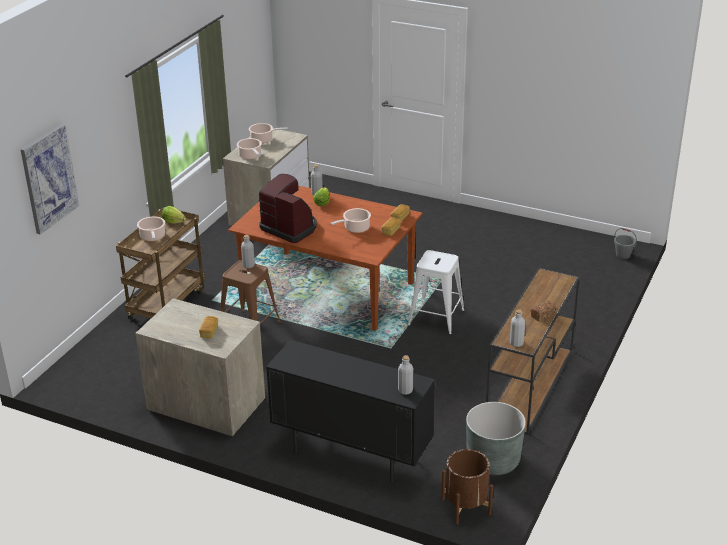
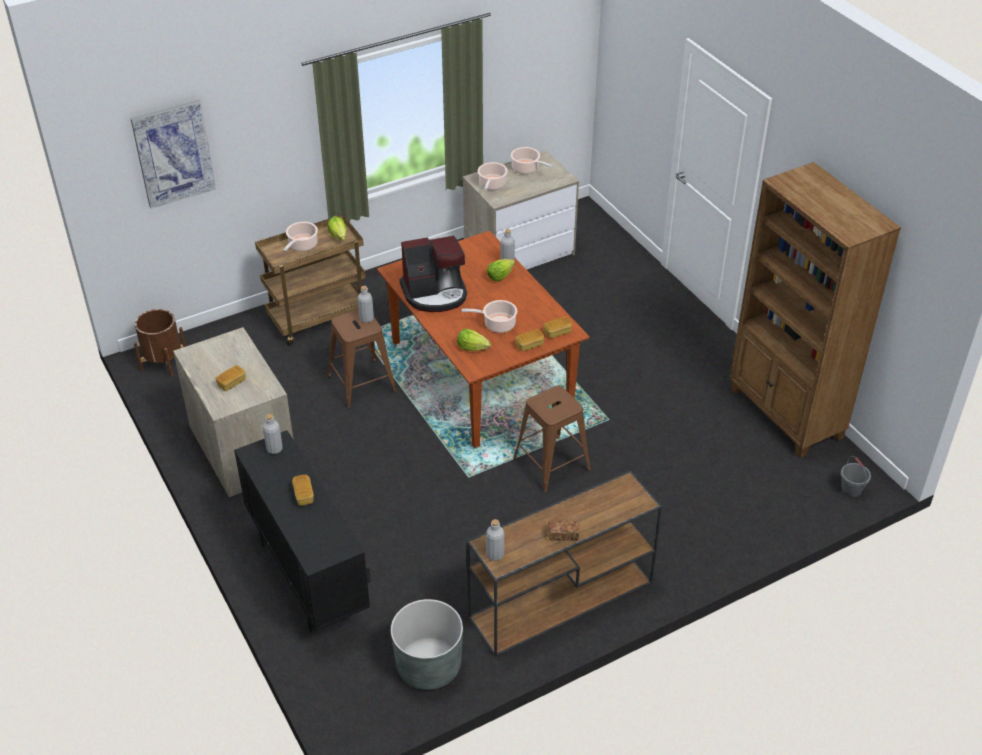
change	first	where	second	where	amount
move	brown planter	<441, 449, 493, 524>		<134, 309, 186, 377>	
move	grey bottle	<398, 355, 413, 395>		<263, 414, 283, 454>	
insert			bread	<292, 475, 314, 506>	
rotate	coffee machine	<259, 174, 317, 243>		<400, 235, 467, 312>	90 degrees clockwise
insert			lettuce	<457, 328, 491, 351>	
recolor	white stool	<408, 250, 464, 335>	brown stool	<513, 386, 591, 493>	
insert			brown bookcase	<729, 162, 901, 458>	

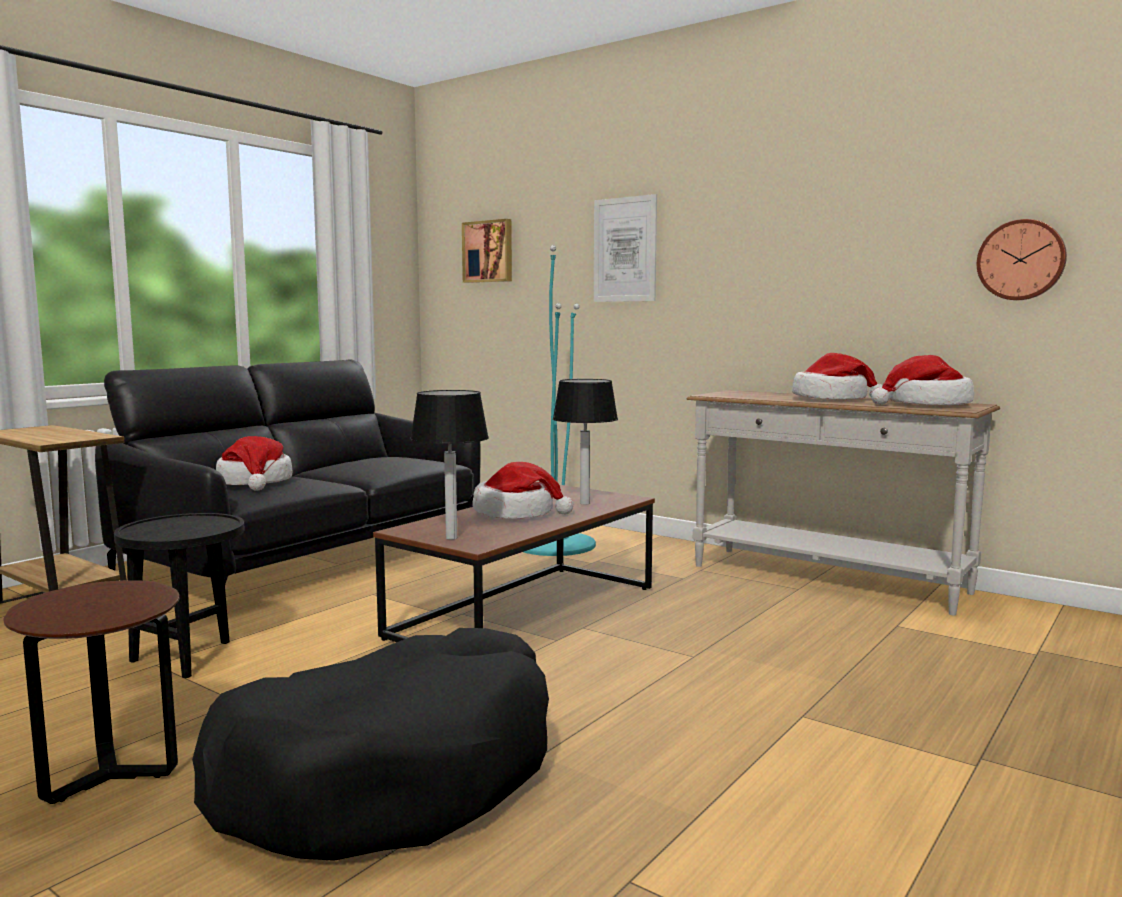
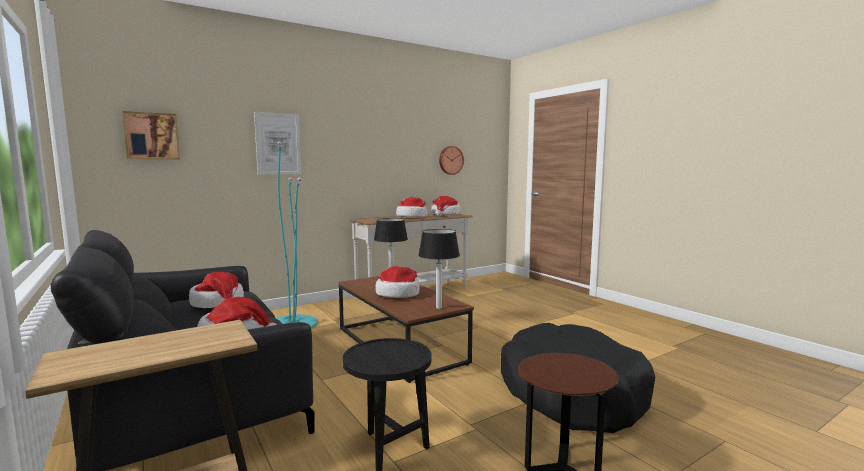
change	first	where	second	where	amount
insert			hat	<189, 272, 244, 308>	

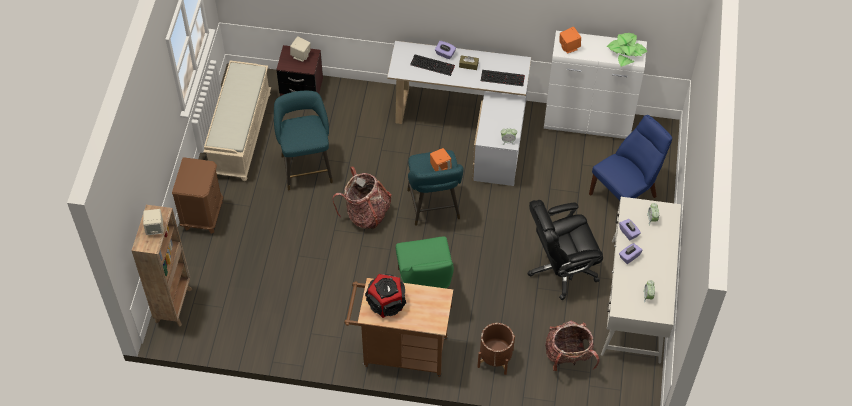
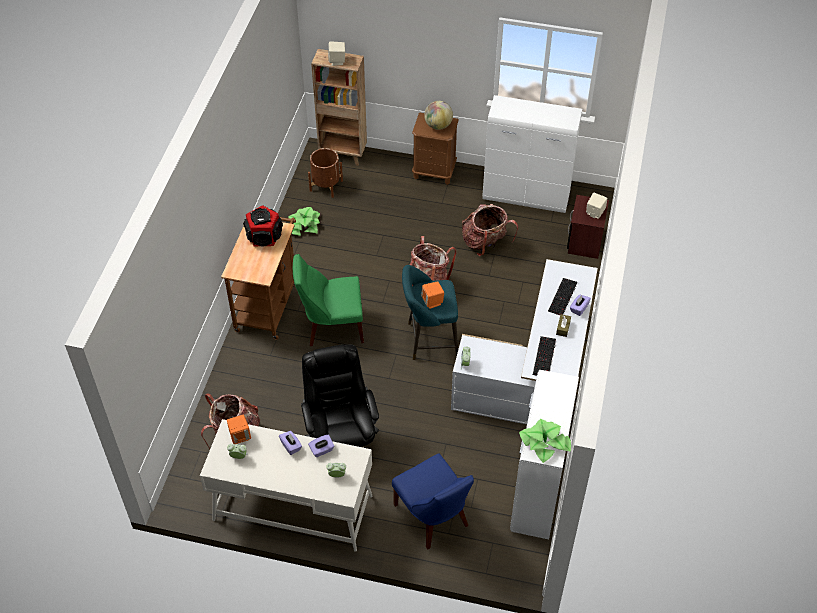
change	first	where	second	where	amount
move	orange speaker	<560, 27, 581, 53>		<227, 415, 251, 444>	
insert			potted plant	<289, 207, 320, 236>	
move	brown planter	<477, 323, 515, 375>		<308, 148, 343, 198>	
insert			globe	<424, 101, 453, 130>	
replace	turquoise stool	<274, 91, 333, 191>	backpack	<462, 204, 518, 256>	
replace	beige bench	<204, 60, 271, 181>	white cabinet	<482, 95, 582, 213>	

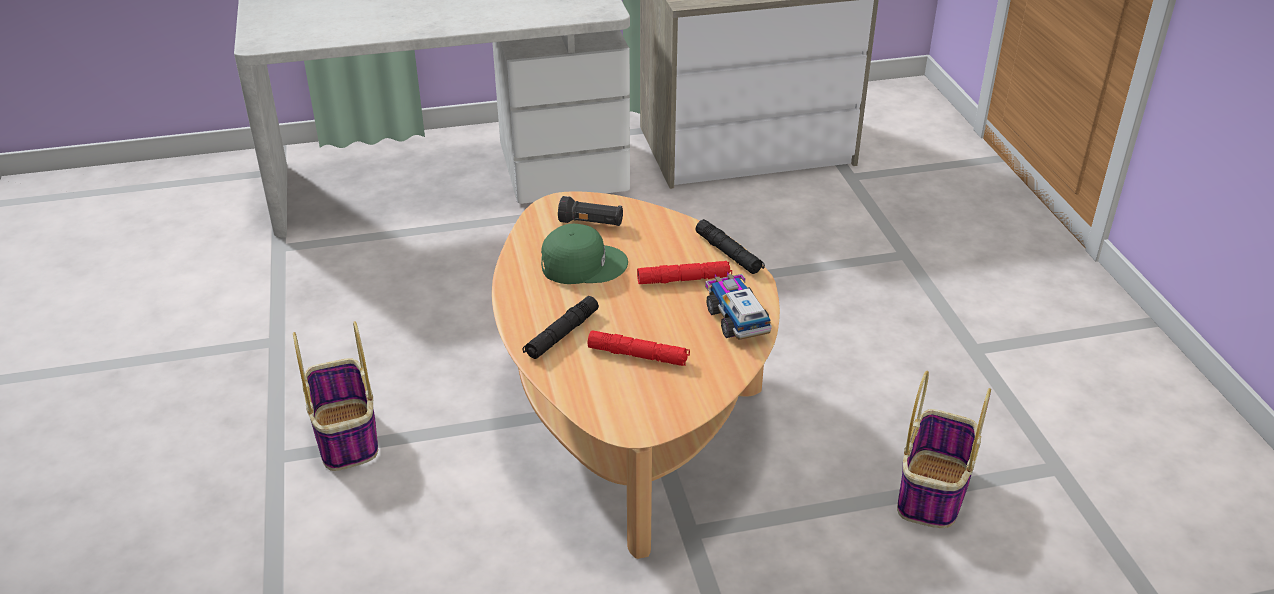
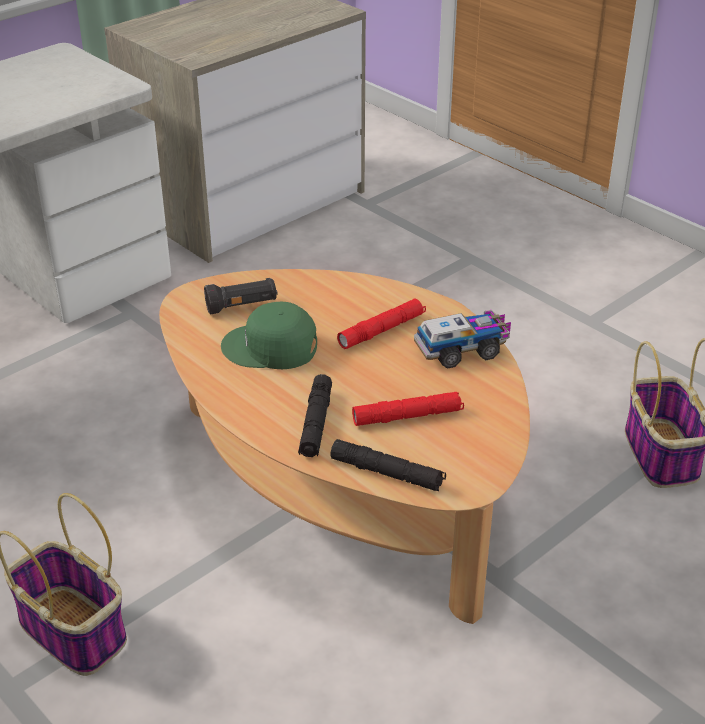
change	first	where	second	where	amount
rotate	green cap	<541, 224, 628, 284>		<221, 302, 317, 369>	135 degrees counterclockwise
move	black flashlight	<696, 219, 765, 274>		<331, 439, 446, 491>	
rotate	toy truck	<705, 271, 772, 340>		<414, 310, 511, 369>	120 degrees clockwise

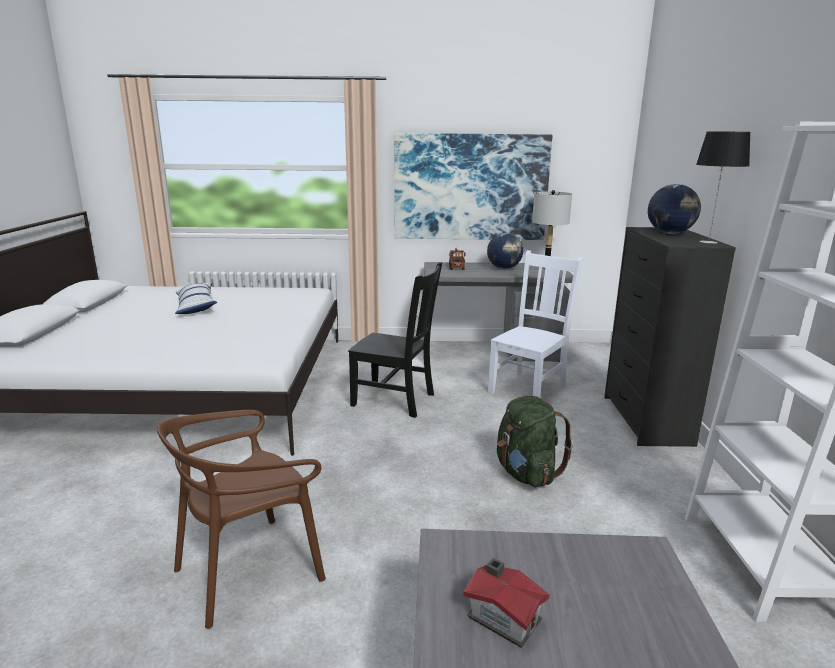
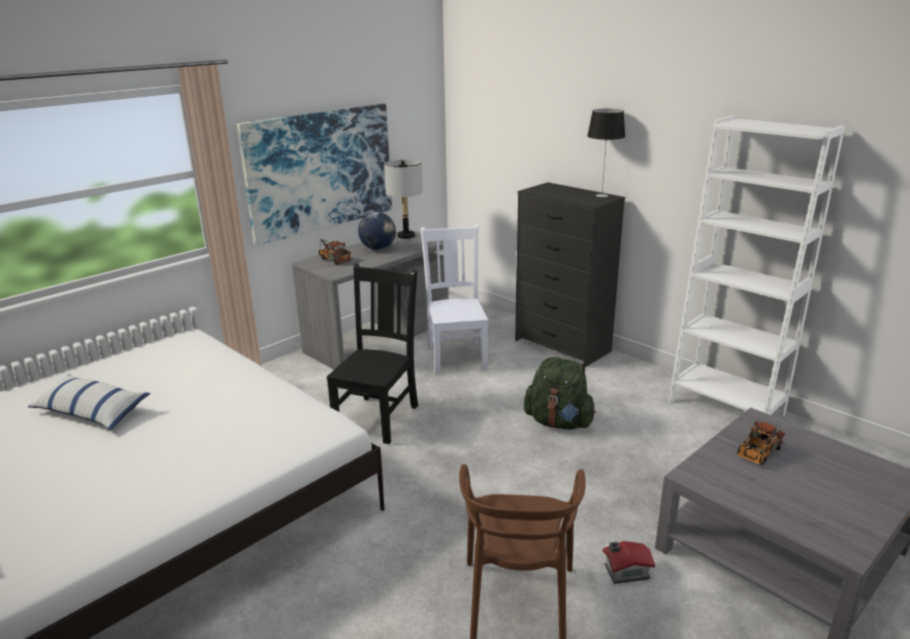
change	first	where	second	where	amount
rotate	black chair	<348, 262, 442, 418>		<327, 264, 418, 444>	45 degrees counterclockwise
move	toy house	<463, 558, 550, 648>		<603, 541, 655, 584>	
insert			toy truck	<737, 421, 785, 465>	
delete	globe	<648, 184, 701, 234>			

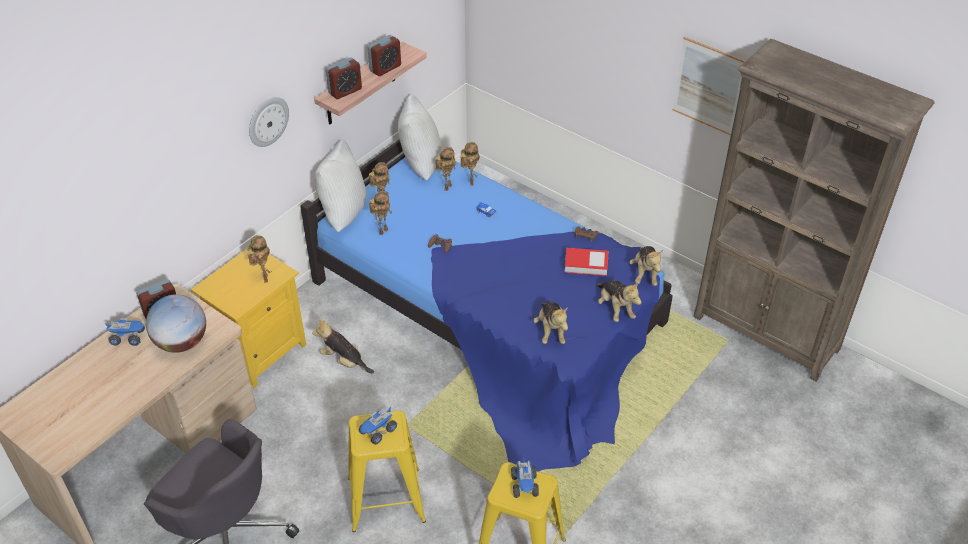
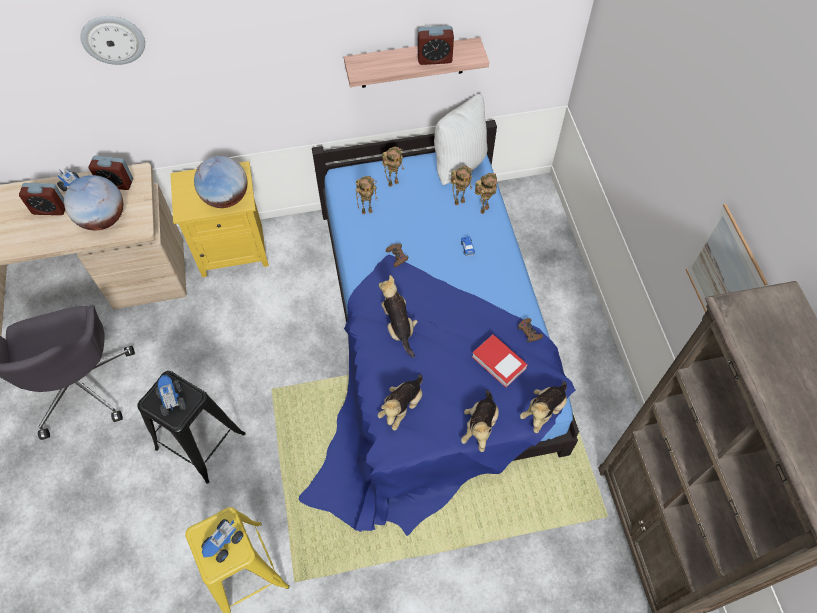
change	first	where	second	where	amount
move	alarm clock	<326, 57, 362, 99>		<19, 183, 65, 215>	
move	wall clock	<249, 97, 289, 147>		<80, 16, 145, 65>	
recolor	yellow stool	<348, 410, 426, 532>	black stool	<137, 371, 246, 484>	
rotate	toy truck	<359, 407, 397, 445>		<155, 375, 186, 416>	75 degrees clockwise
replace	toy robot	<247, 235, 272, 283>	globe	<194, 156, 247, 208>	
move	plush toy	<312, 318, 374, 374>		<379, 275, 418, 358>	
delete	white pillow	<315, 139, 366, 232>			

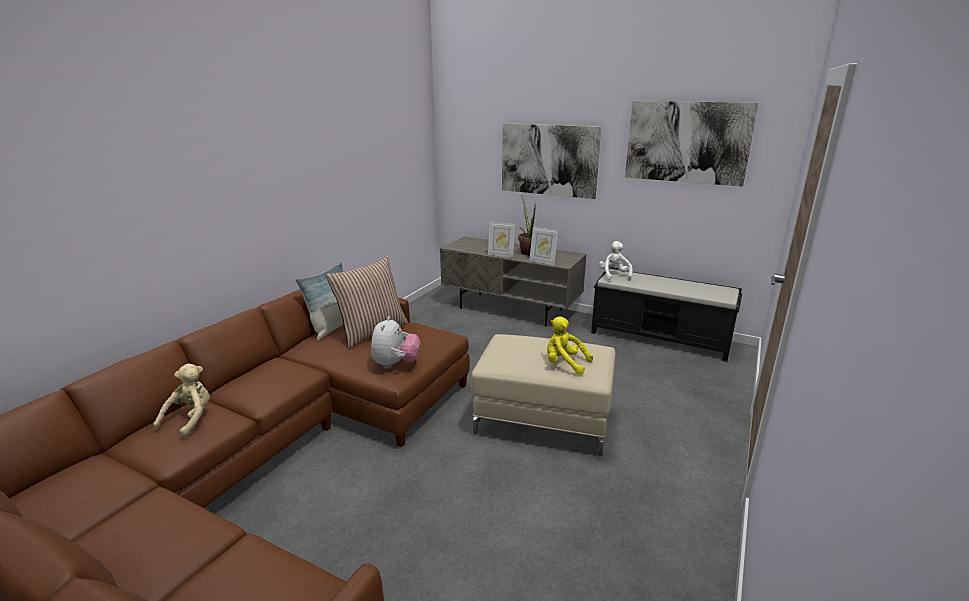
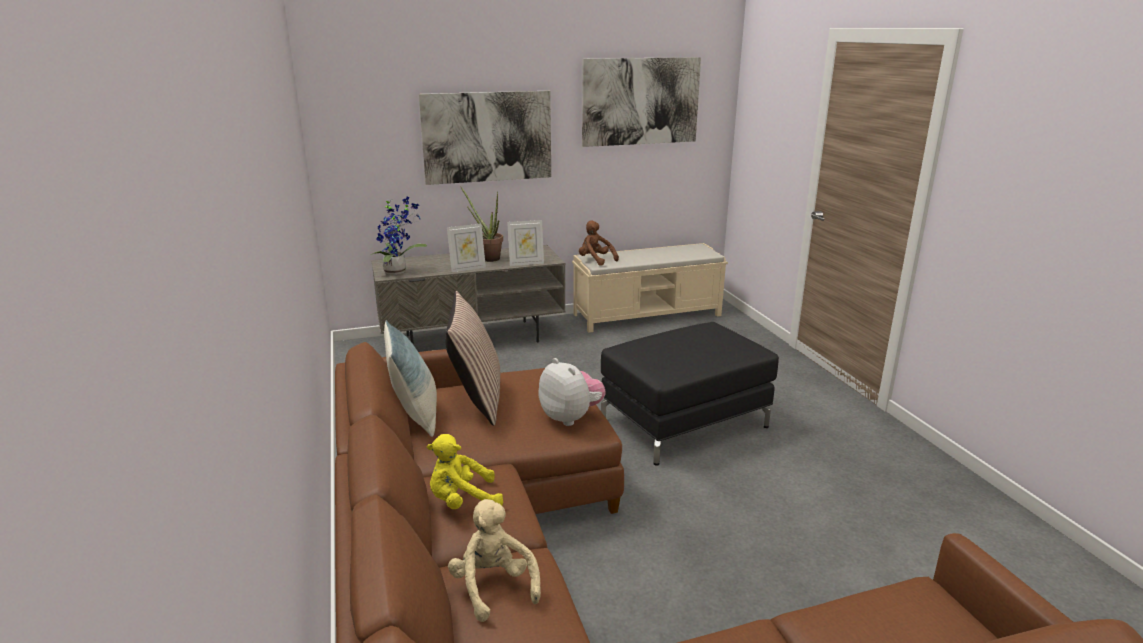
change	first	where	second	where	amount
insert			potted plant	<371, 197, 427, 275>	
move	yellow plush toy	<547, 317, 593, 375>		<427, 434, 503, 509>	
recolor	black bench	<591, 268, 742, 362>	beige bench	<572, 243, 728, 333>	
recolor	white plush toy	<599, 241, 633, 281>	brown plush toy	<579, 220, 619, 266>	
recolor	beige ottoman	<471, 334, 616, 458>	black ottoman	<601, 322, 779, 466>	

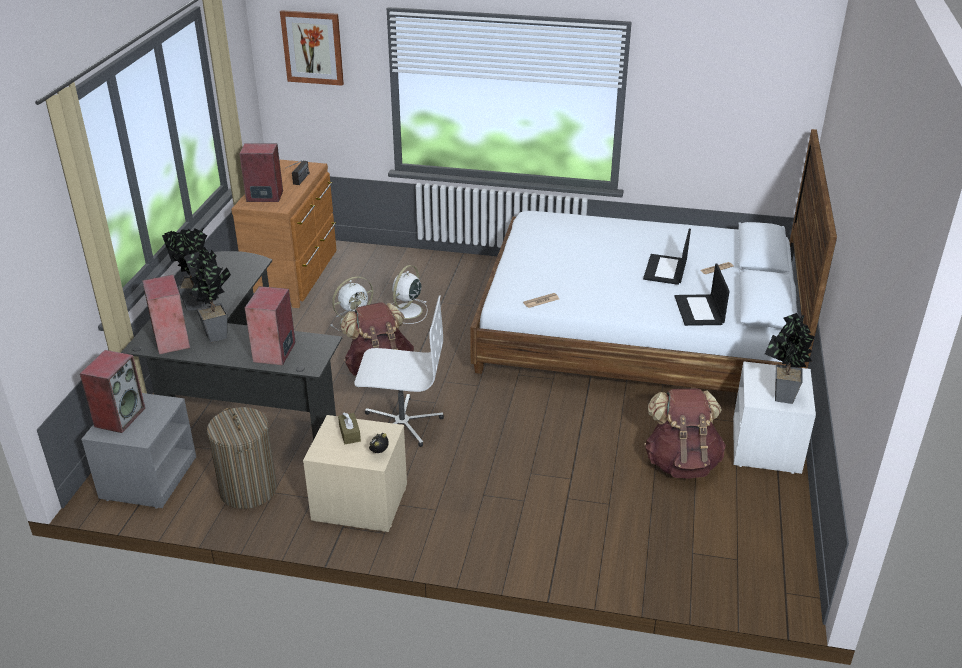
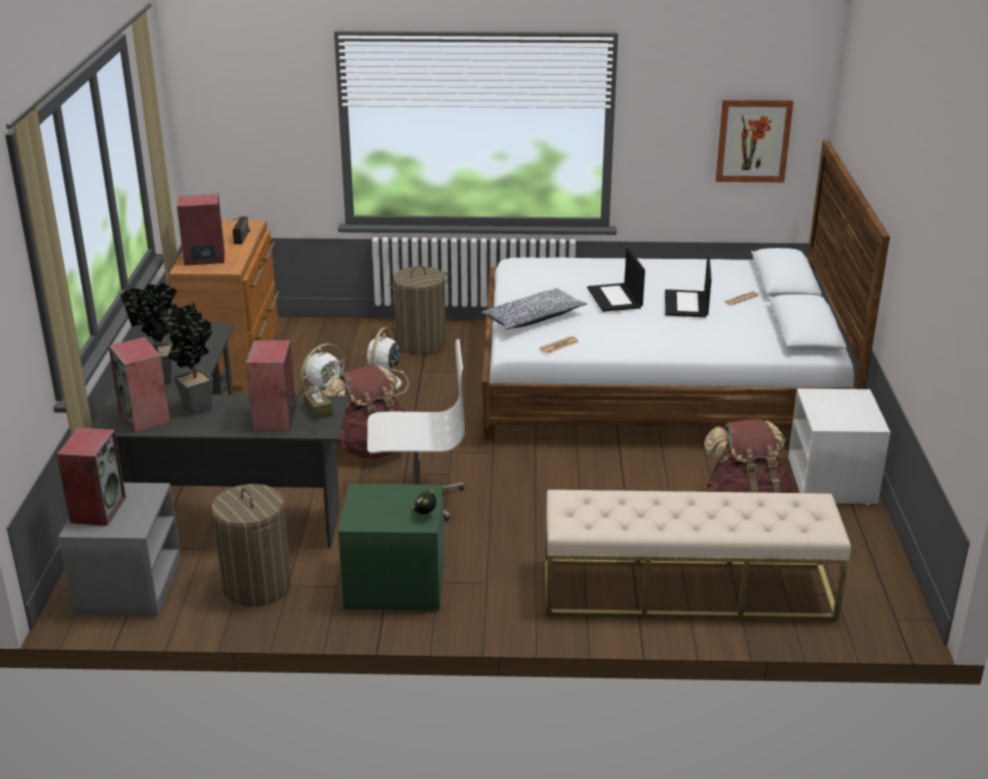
change	first	where	second	where	amount
move	brown tissue box	<338, 413, 361, 444>		<303, 385, 333, 420>	
recolor	beige nightstand	<303, 415, 407, 532>	green nightstand	<338, 484, 444, 611>	
insert			laundry basket	<389, 266, 449, 355>	
insert			pillow	<481, 288, 587, 330>	
insert			beige bench	<545, 490, 851, 621>	
move	laptop	<675, 263, 730, 326>		<587, 248, 645, 312>	
move	picture	<280, 10, 344, 86>		<716, 100, 793, 182>	
delete	potted plant	<765, 313, 815, 404>			

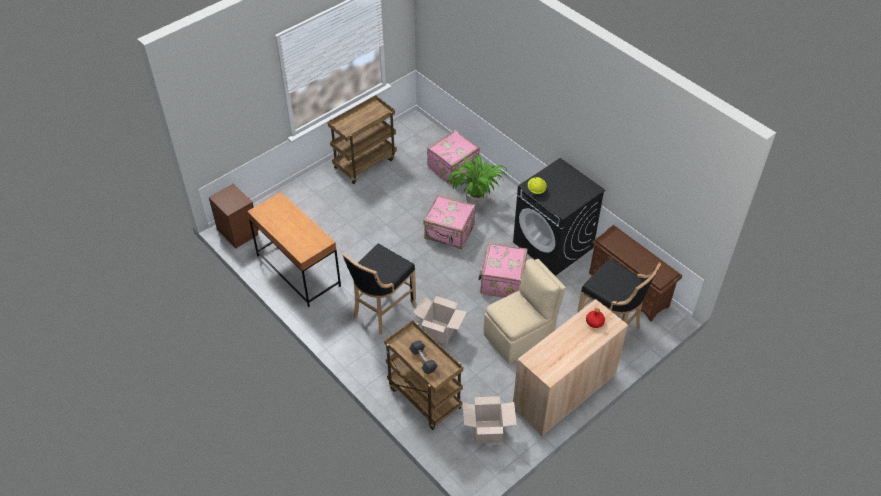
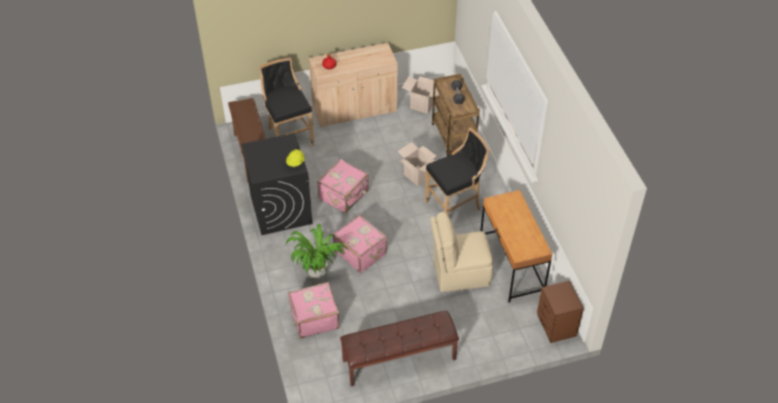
change	first	where	second	where	amount
replace	brown cart	<328, 95, 397, 184>	brown bench	<340, 311, 459, 387>	
move	beige chair	<484, 259, 566, 364>		<430, 212, 493, 292>	

